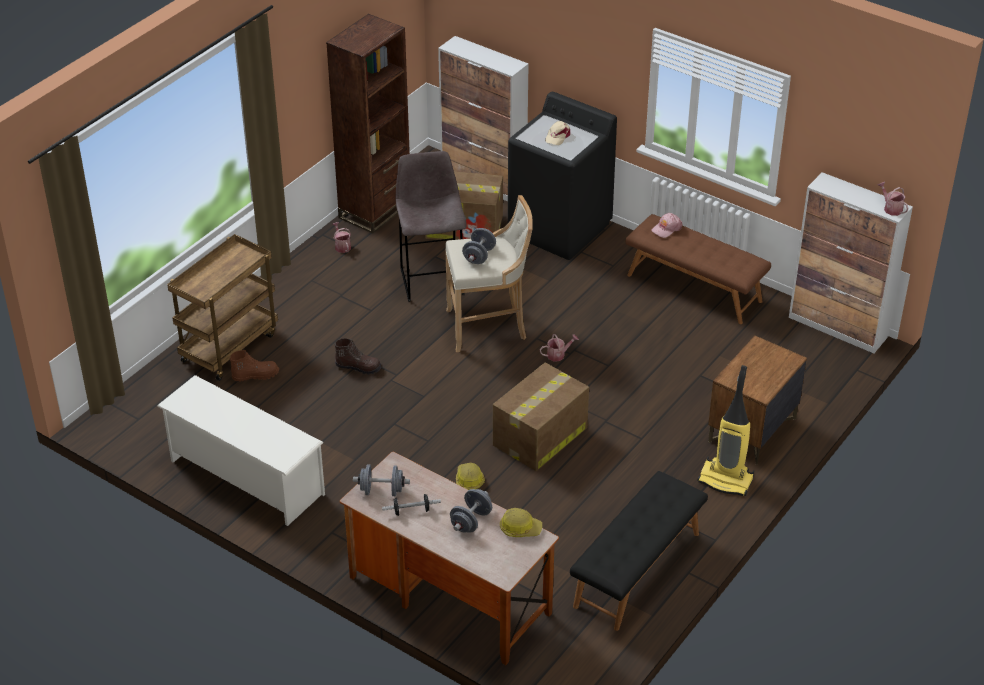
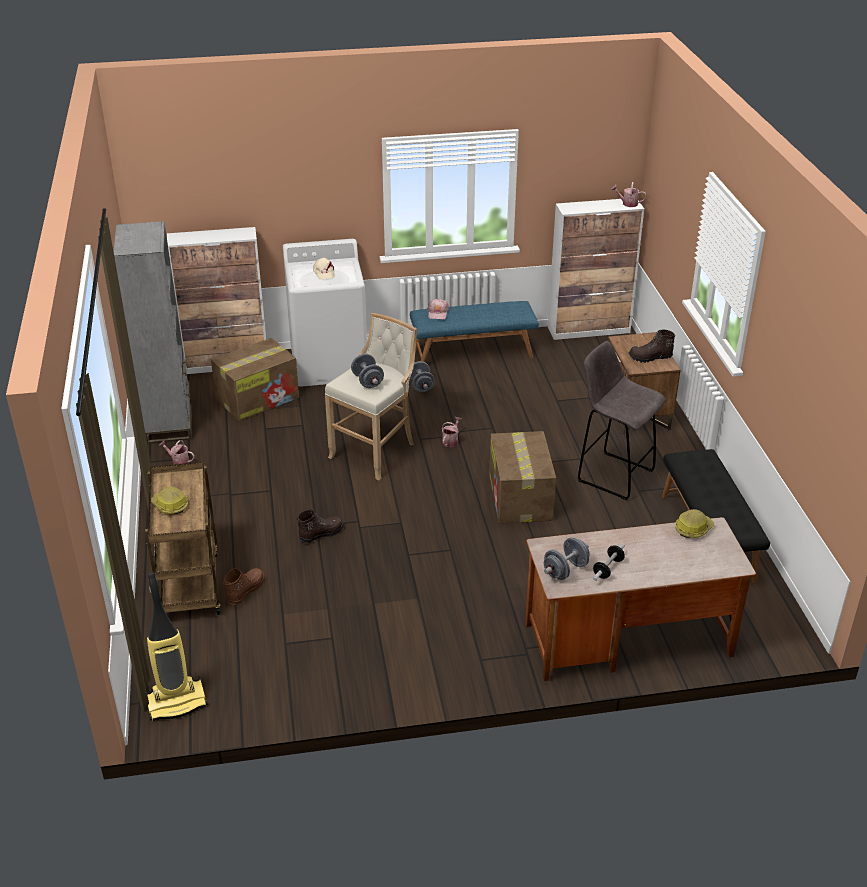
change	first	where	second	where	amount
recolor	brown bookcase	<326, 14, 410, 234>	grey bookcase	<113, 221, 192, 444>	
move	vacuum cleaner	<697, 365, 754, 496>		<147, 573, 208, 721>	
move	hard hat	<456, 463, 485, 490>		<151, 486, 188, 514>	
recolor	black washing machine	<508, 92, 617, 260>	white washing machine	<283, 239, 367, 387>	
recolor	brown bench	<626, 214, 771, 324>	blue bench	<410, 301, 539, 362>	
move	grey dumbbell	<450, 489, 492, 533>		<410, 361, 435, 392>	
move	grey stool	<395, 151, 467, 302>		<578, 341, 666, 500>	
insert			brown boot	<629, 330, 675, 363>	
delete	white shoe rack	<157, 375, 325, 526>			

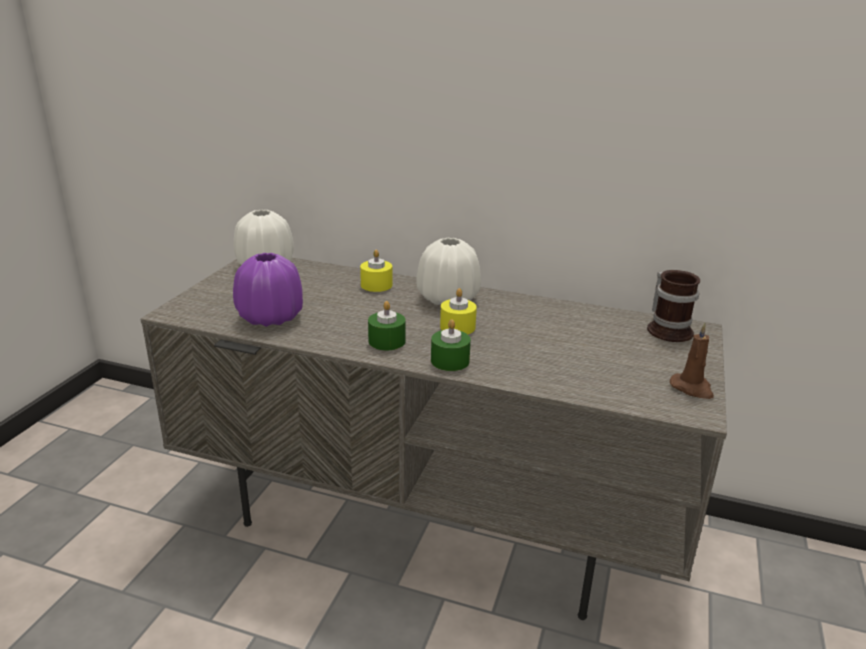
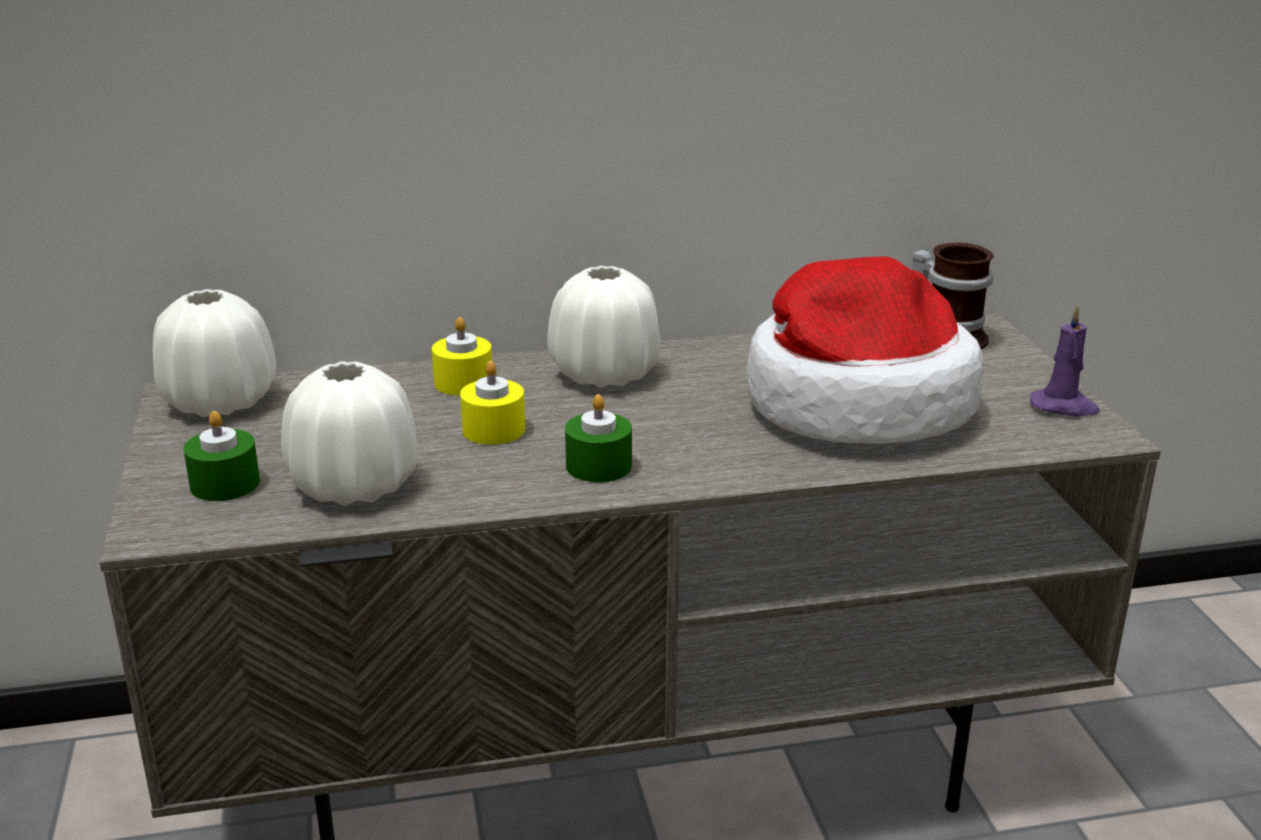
change	first	where	second	where	amount
move	green candle	<431, 319, 471, 371>		<183, 411, 260, 501>	
recolor	purple vase	<233, 253, 303, 327>	white vase	<281, 361, 416, 506>	
move	yellow candle	<440, 288, 477, 334>		<460, 361, 525, 445>	
insert			hat	<746, 256, 983, 444>	
recolor	brown candle	<670, 323, 714, 399>	purple candle	<1030, 305, 1100, 417>	

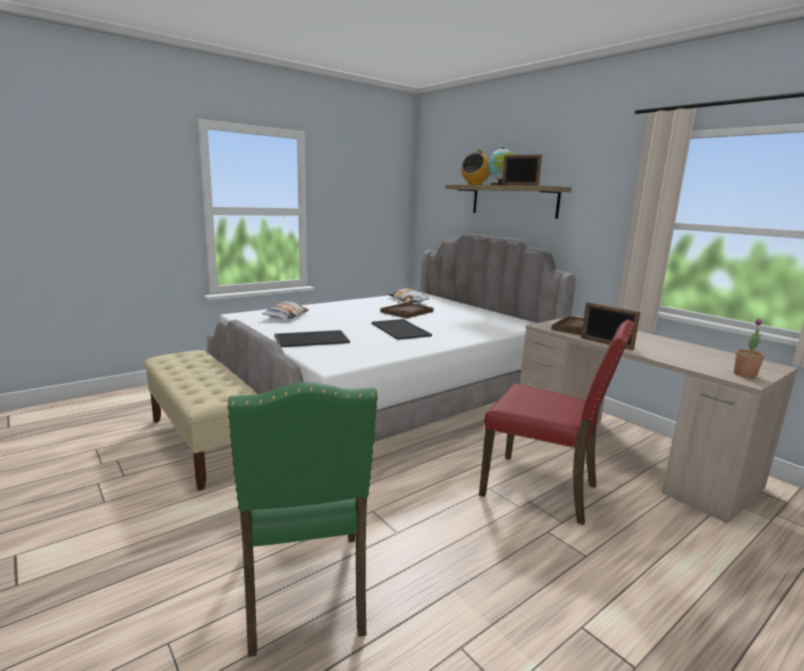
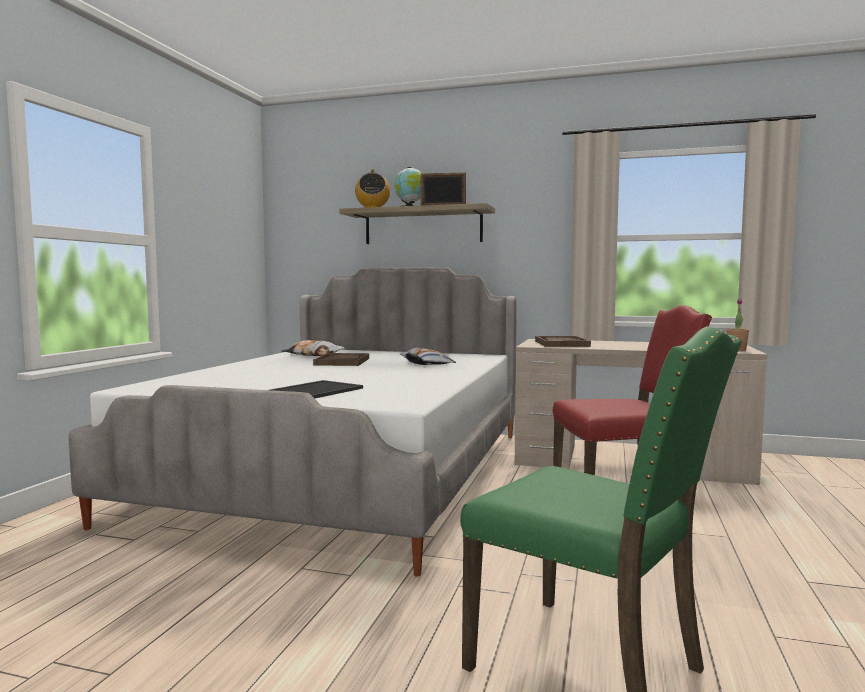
change	first	where	second	where	amount
move	pillow	<262, 302, 310, 320>		<400, 348, 456, 365>	
delete	beige bench	<144, 350, 258, 491>			
delete	tray	<372, 319, 432, 340>			
delete	picture frame	<581, 302, 640, 350>			

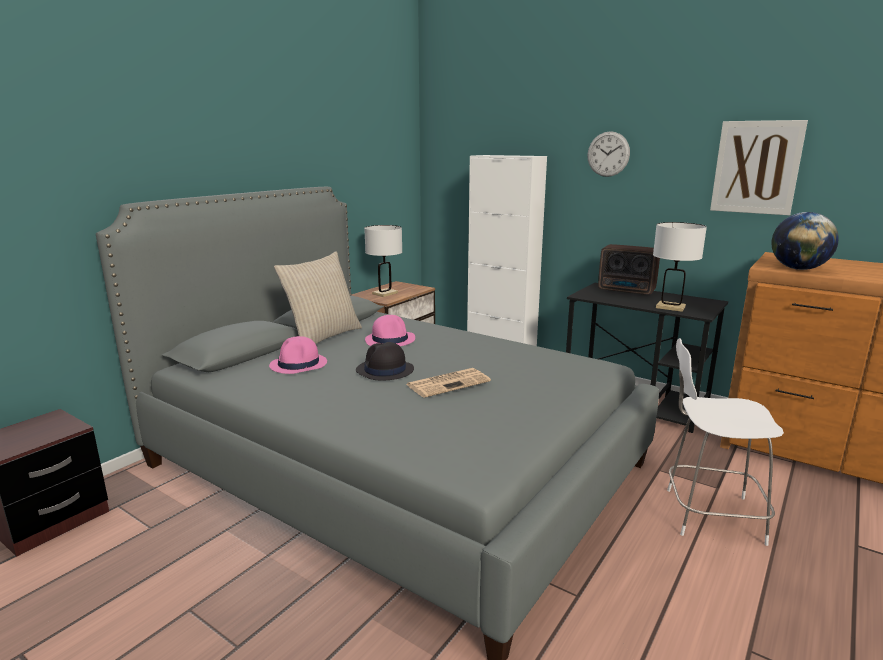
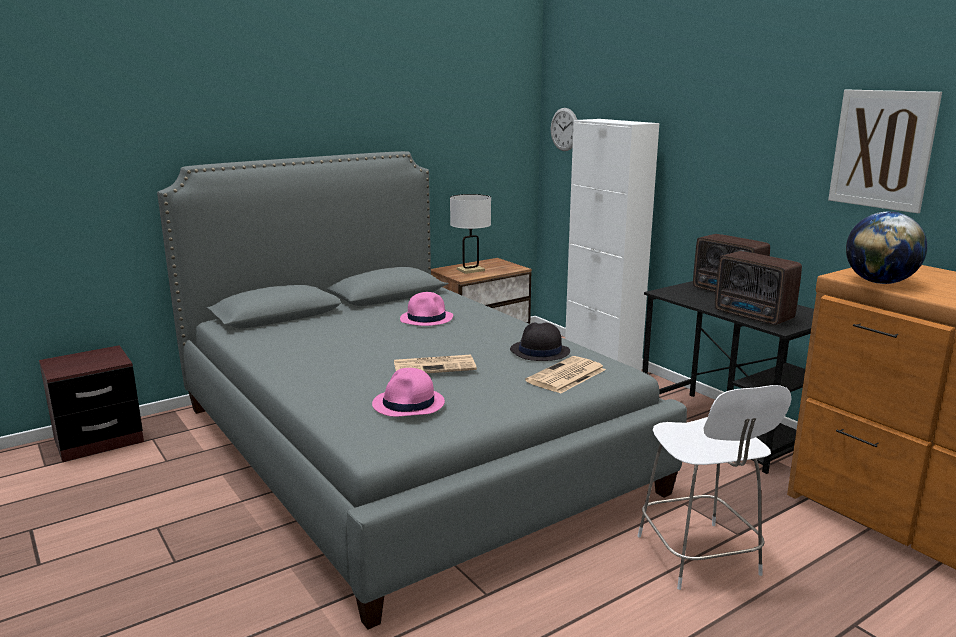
change	first	where	second	where	amount
move	pink hat	<269, 336, 327, 374>		<372, 368, 445, 417>	
move	black hat	<356, 342, 414, 381>		<510, 323, 570, 361>	
insert			newspaper	<525, 356, 606, 394>	
move	wall clock	<587, 131, 630, 177>		<551, 108, 577, 151>	
rotate	white chair	<667, 338, 784, 546>		<638, 385, 792, 590>	135 degrees counterclockwise
replace	white table lamp	<653, 222, 707, 312>	radio	<715, 251, 802, 325>	
delete	beige pillow	<274, 251, 362, 344>			

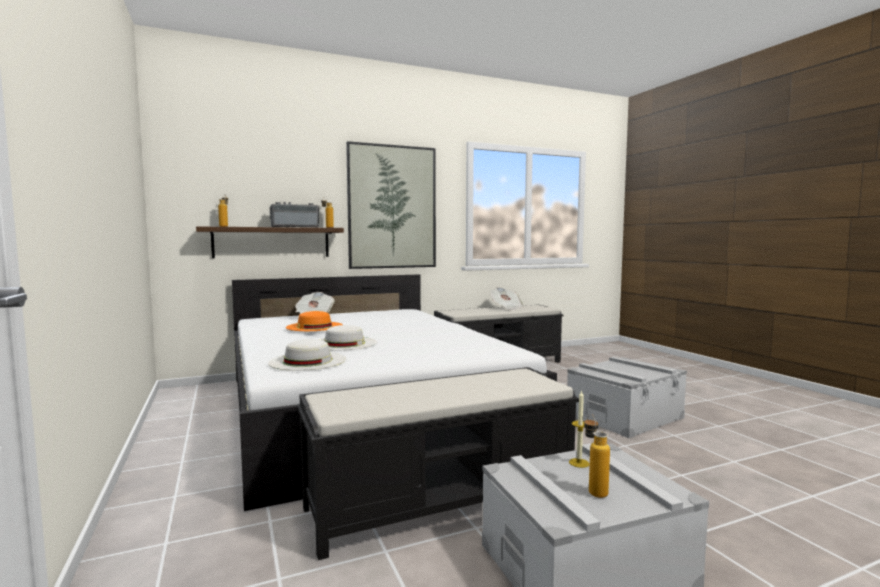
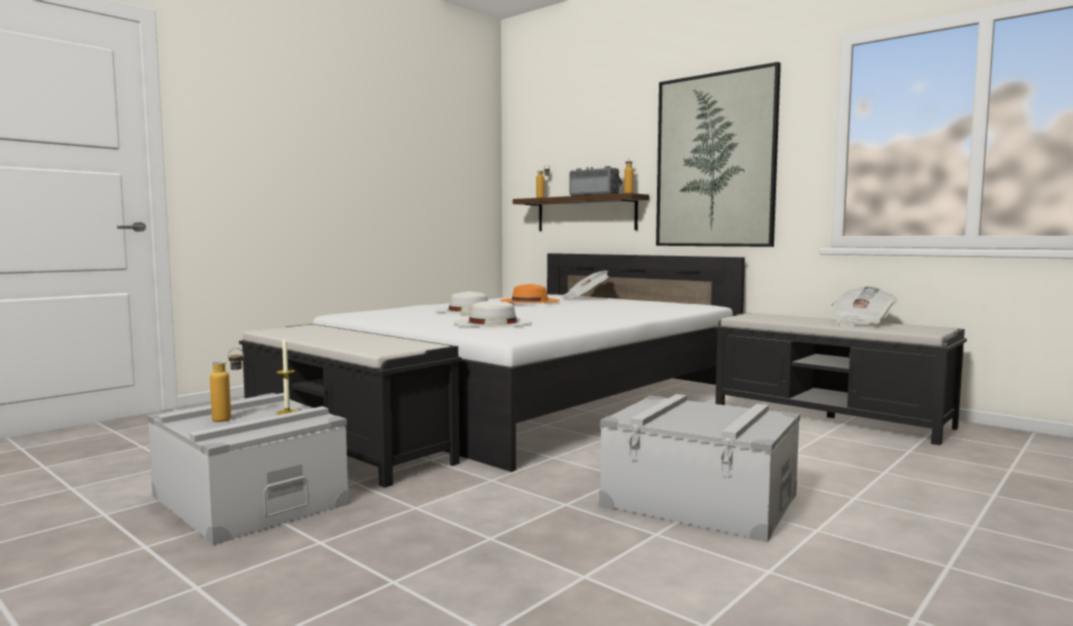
change	first	where	second	where	amount
move	white hat	<268, 339, 346, 371>		<454, 300, 532, 327>	

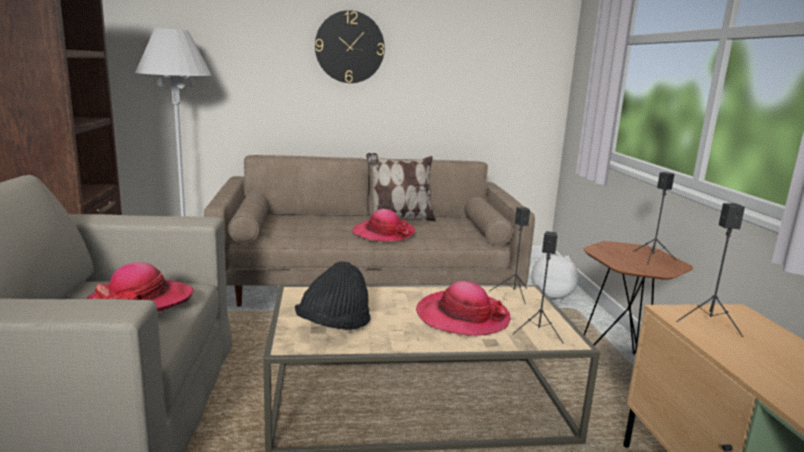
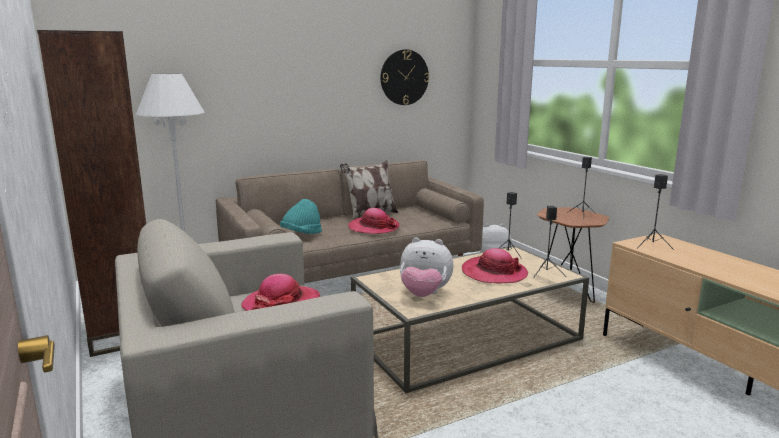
change	first	where	second	where	amount
insert			turquoise hat	<280, 199, 322, 234>	
move	wall clock	<315, 10, 385, 83>		<381, 49, 429, 105>	
replace	black hat	<295, 261, 371, 330>	plush toy	<400, 237, 453, 297>	

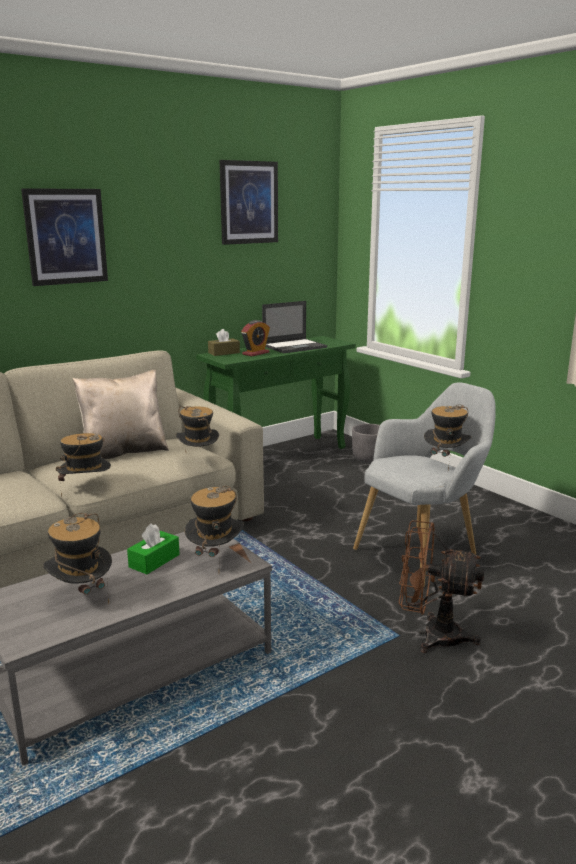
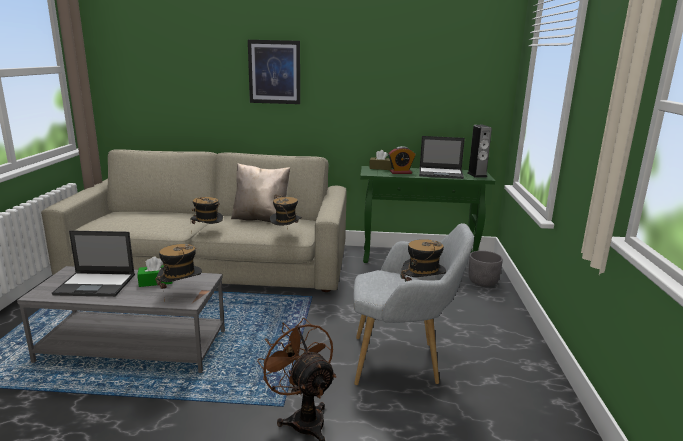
change	first	where	second	where	amount
replace	hat	<43, 513, 112, 604>	laptop	<52, 230, 135, 297>	
insert			speaker	<467, 125, 492, 178>	
delete	picture	<219, 160, 278, 245>			

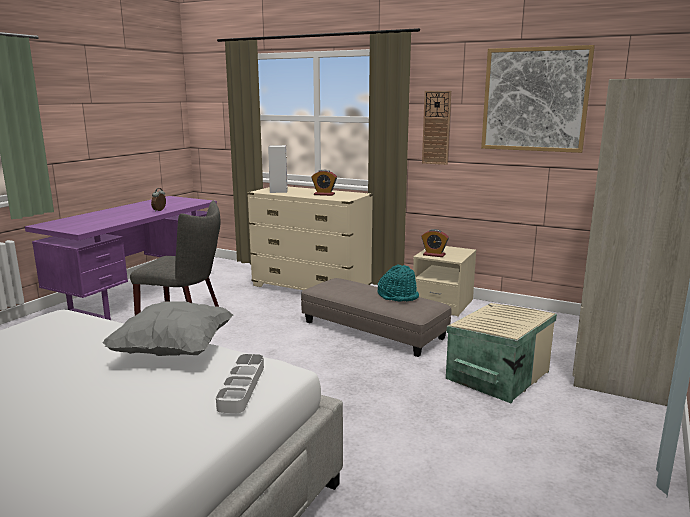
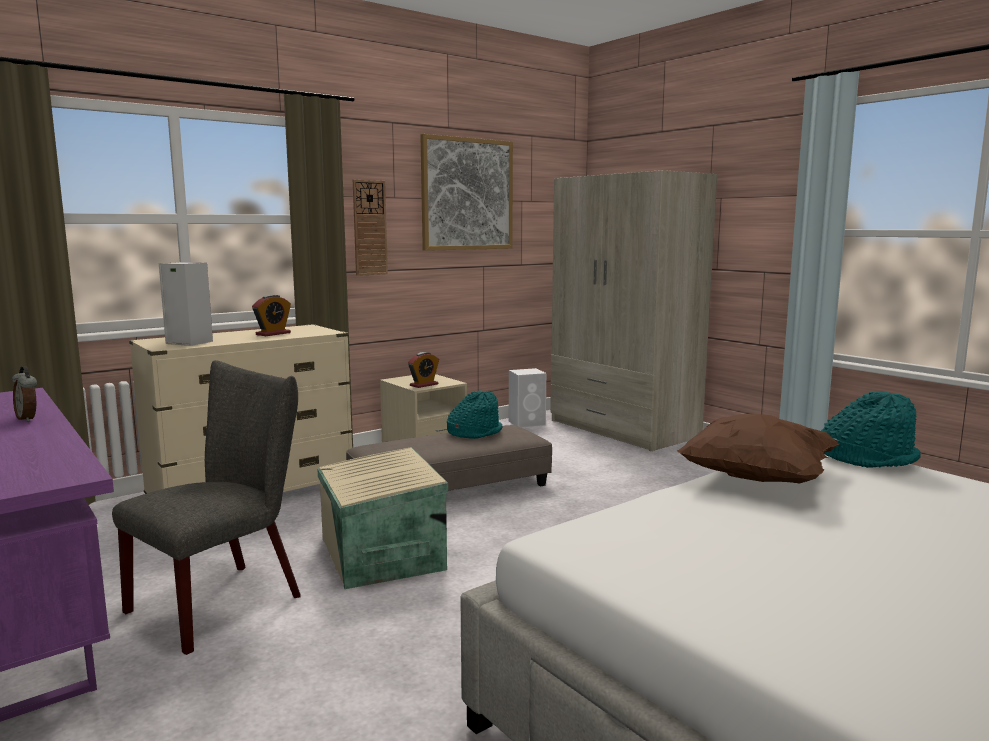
change	first	where	second	where	amount
move	beige storage box	<446, 303, 557, 403>		<317, 447, 448, 589>	
insert			white speaker	<509, 368, 546, 428>	
recolor	grey pillow	<103, 301, 233, 356>	brown pillow	<677, 414, 839, 484>	
replace	grey tray	<216, 354, 264, 413>	turquoise hat	<821, 392, 921, 468>	

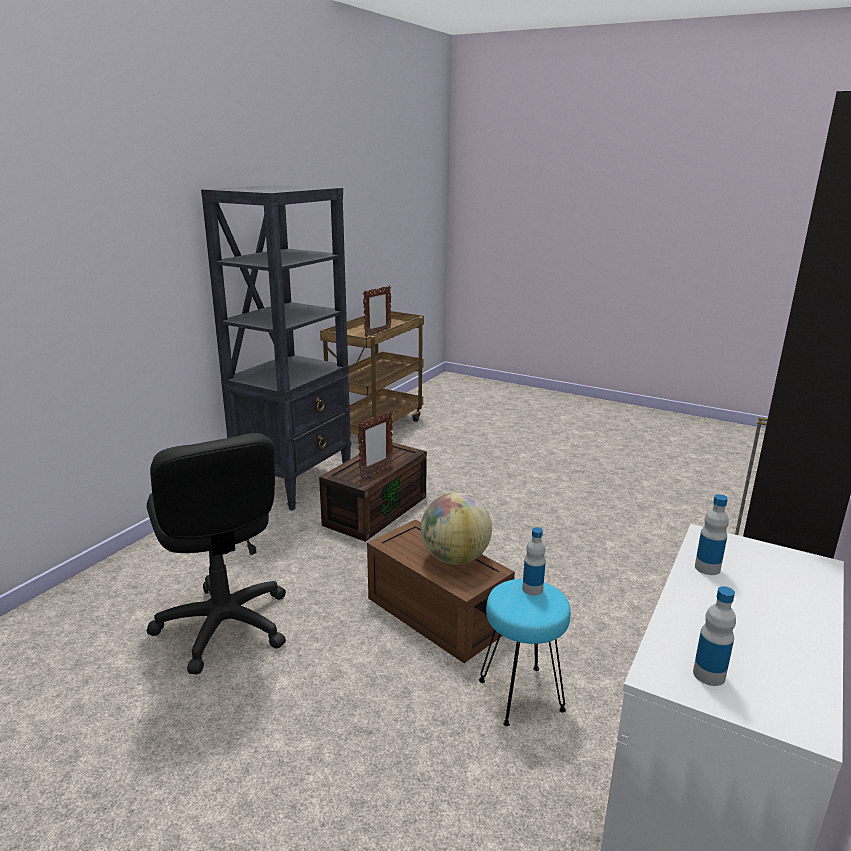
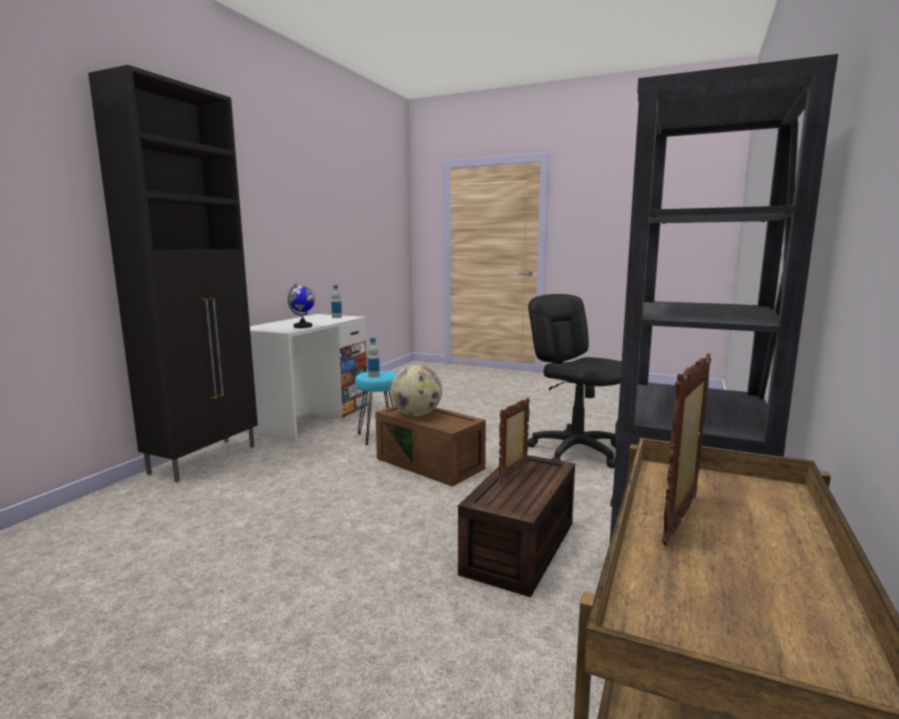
change	first	where	second	where	amount
replace	bottle	<695, 494, 729, 575>	globe	<288, 283, 315, 328>	

